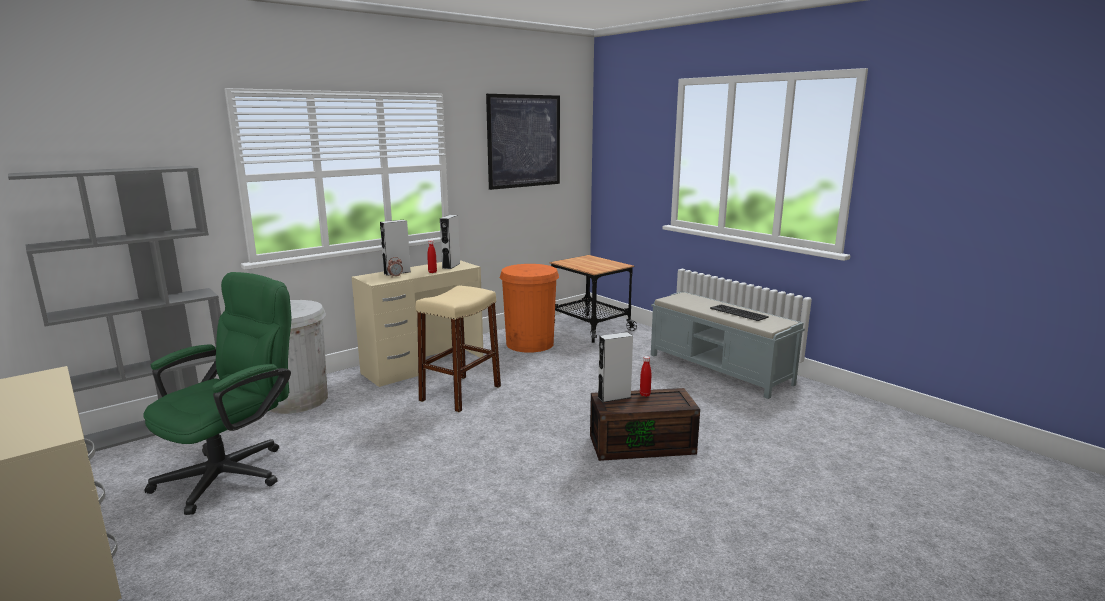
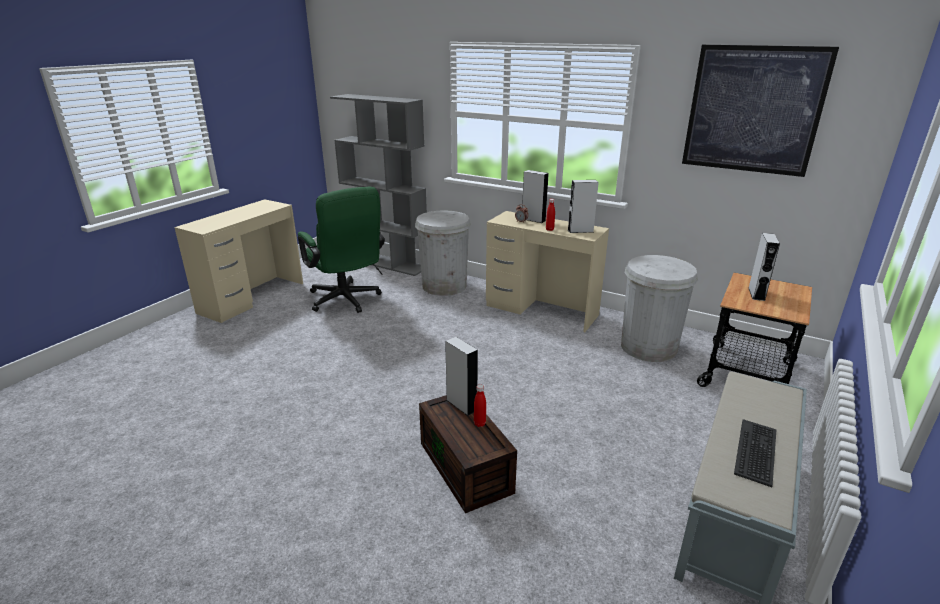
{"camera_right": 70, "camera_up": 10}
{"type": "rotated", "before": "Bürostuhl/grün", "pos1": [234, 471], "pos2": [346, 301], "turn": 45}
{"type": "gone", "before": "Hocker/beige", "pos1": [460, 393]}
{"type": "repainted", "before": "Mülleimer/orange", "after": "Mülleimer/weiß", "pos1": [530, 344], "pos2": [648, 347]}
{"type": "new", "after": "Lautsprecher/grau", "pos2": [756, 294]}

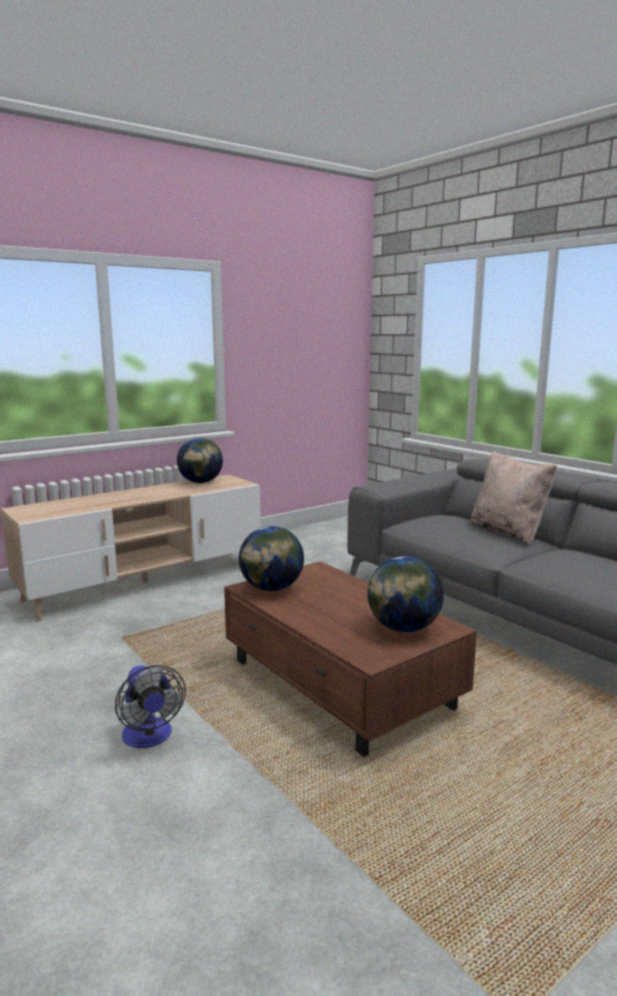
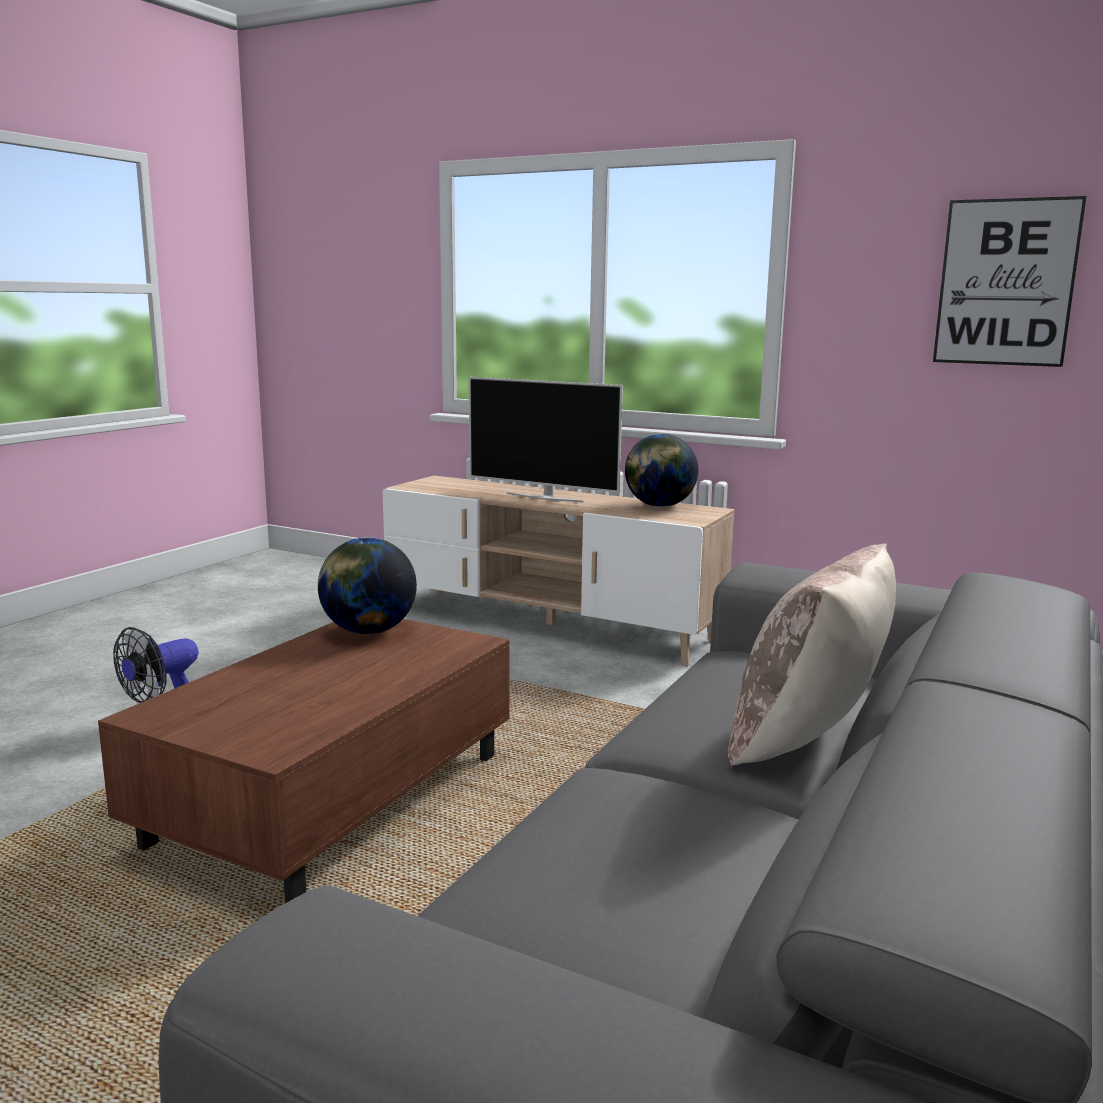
{"camera_right": 65, "camera_up": 0}
{"type": "gone", "before": "Globus", "pos1": [403, 628]}
{"type": "new", "after": "Fernseher", "pos2": [545, 497]}
{"type": "new", "after": "Bild", "pos2": [1006, 283]}

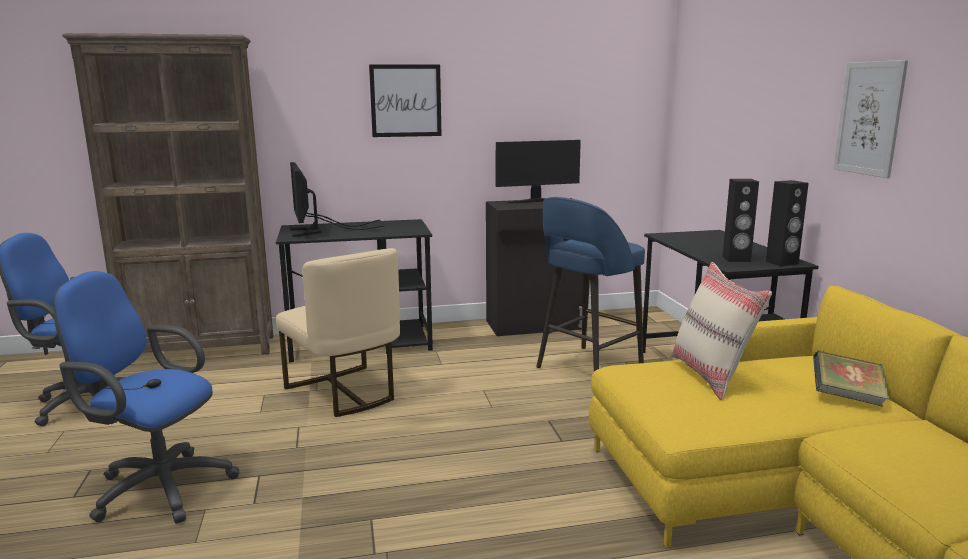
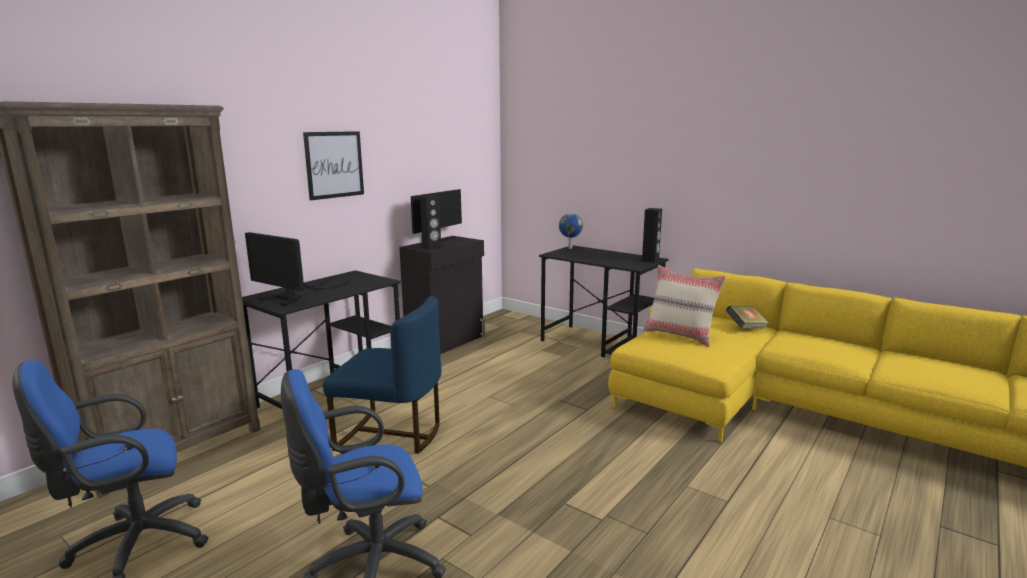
{"camera_right": -40, "camera_up": 0}
{"type": "repainted", "before": "Stuhl/beige", "after": "Stuhl/blau", "pos1": [344, 392], "pos2": [391, 434]}
{"type": "gone", "before": "Hocker/blau", "pos1": [587, 368]}
{"type": "shifted", "before": "Lautsprecher/schwarz", "pos1": [736, 259], "pos2": [431, 247]}
{"type": "gone", "before": "Bild", "pos1": [869, 118]}
{"type": "new", "after": "Globus", "pos2": [569, 248]}

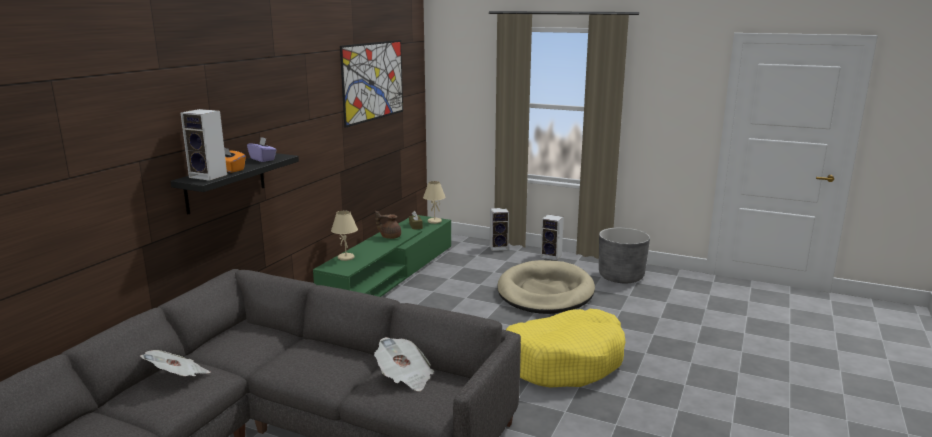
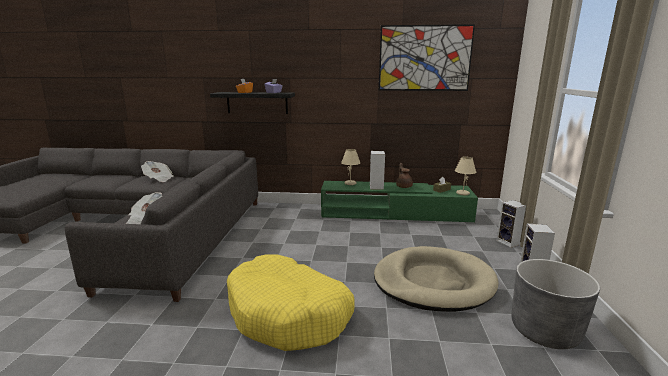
{"camera_right": 70, "camera_up": 0}
{"type": "shifted", "before": "Lautsprecher", "pos1": [209, 176], "pos2": [377, 187]}

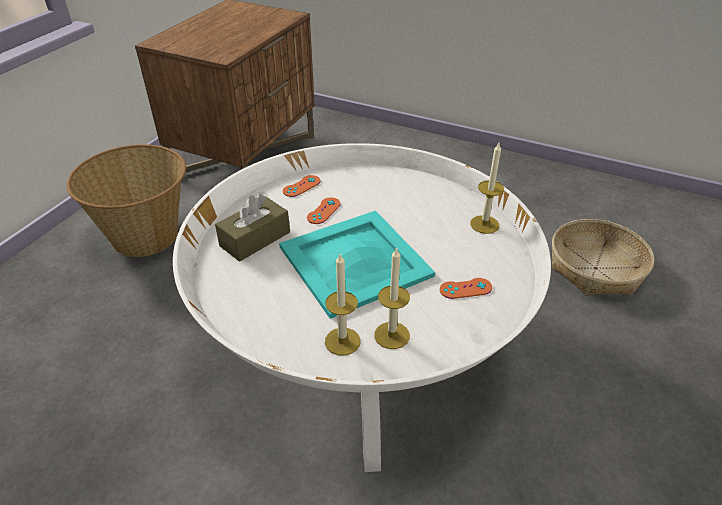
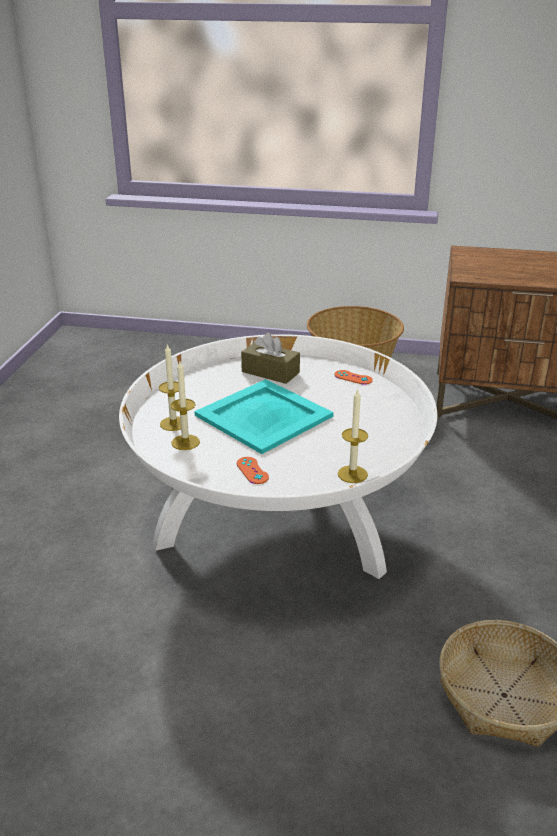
{"camera_right": 75, "camera_up": -10}
{"type": "gone", "before": "Gamepad/orange", "pos1": [323, 211]}

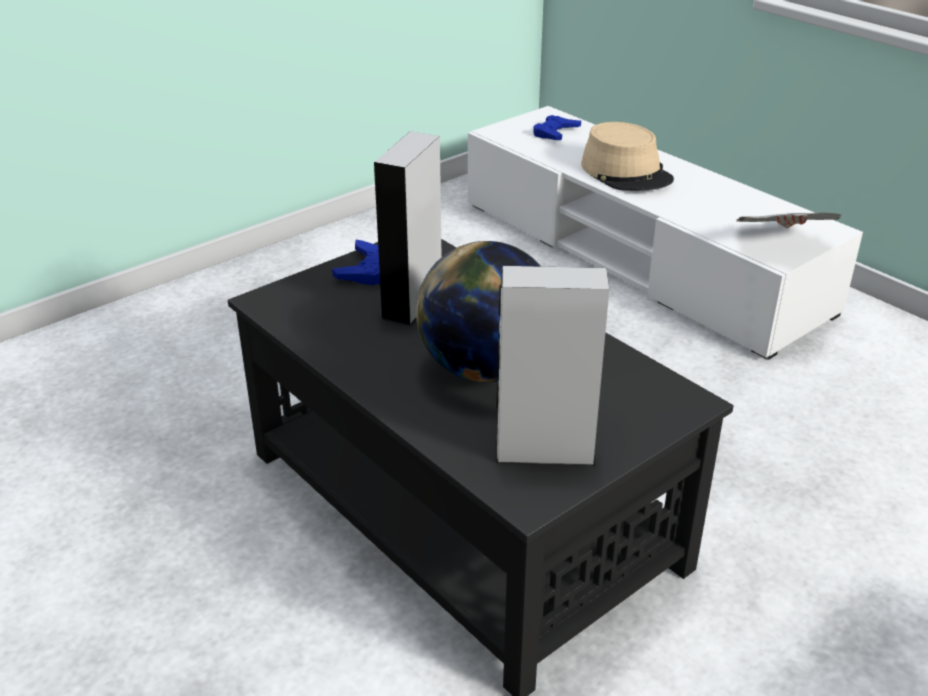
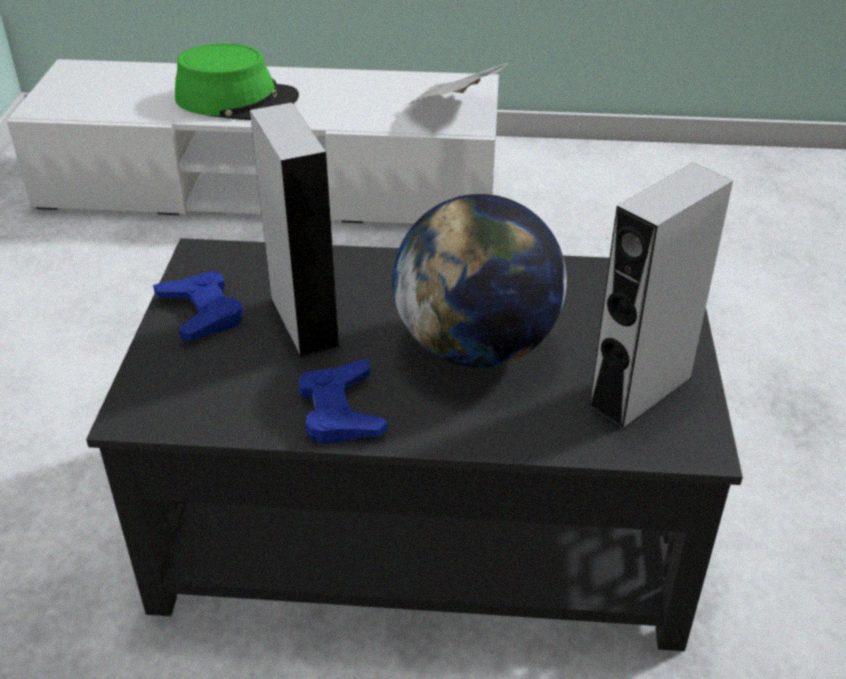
{"camera_right": -45, "camera_up": 5}
{"type": "shifted", "before": "Gamepad/blau", "pos1": [555, 133], "pos2": [341, 410]}
{"type": "repainted", "before": "Hut/beige", "after": "Hut/grün", "pos1": [626, 172], "pos2": [237, 99]}

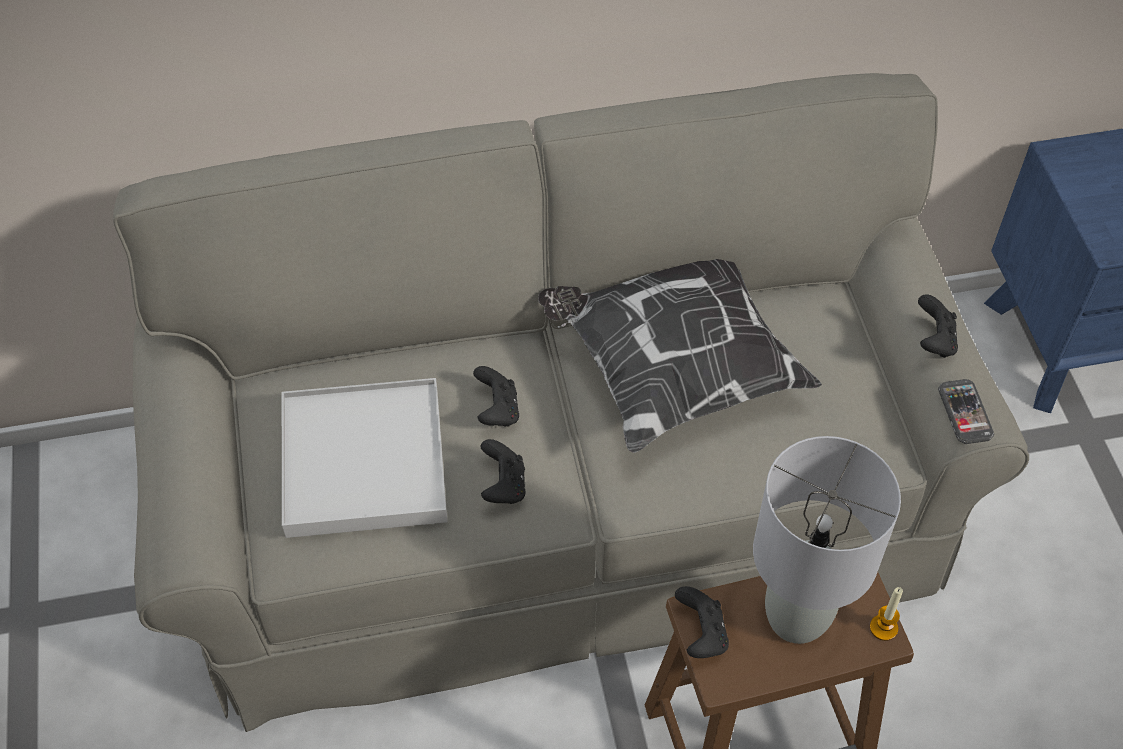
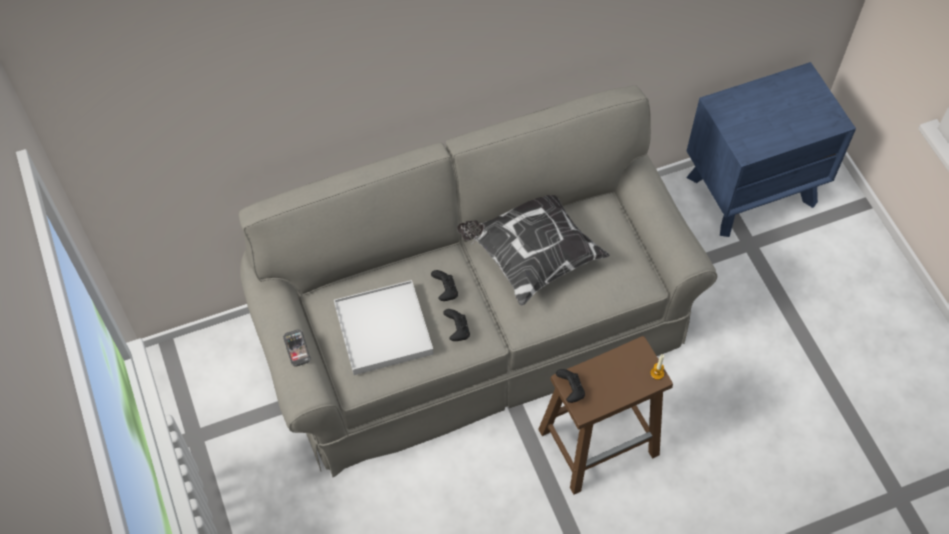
{"camera_right": -10, "camera_up": 5}
{"type": "gone", "before": "Tischlampe/grau", "pos1": [798, 617]}
{"type": "gone", "before": "Gamepad/schwarz", "pos1": [934, 341]}
{"type": "shifted", "before": "Handy", "pos1": [965, 413], "pos2": [297, 348]}

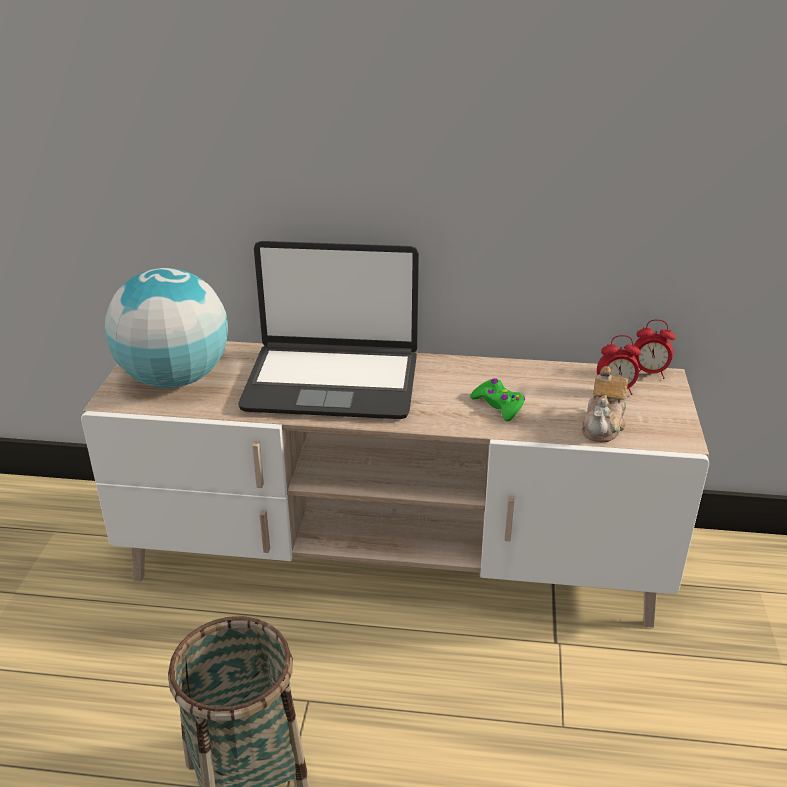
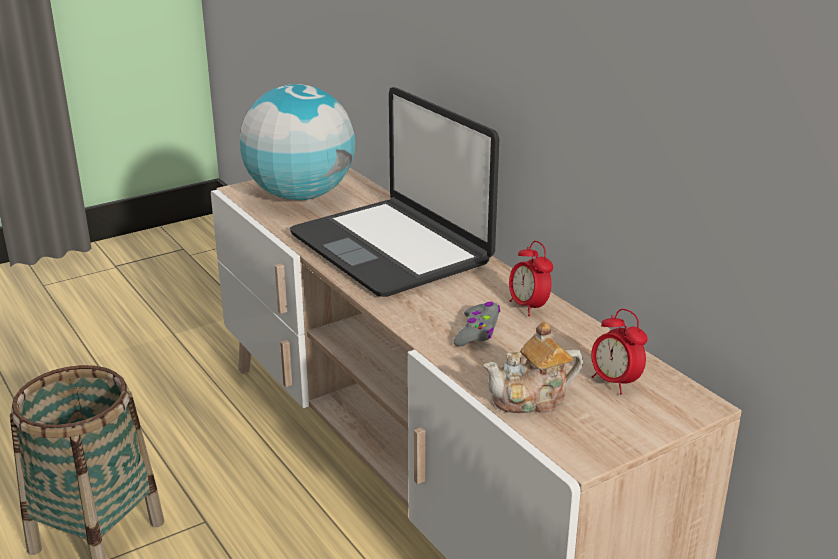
{"camera_right": 50, "camera_up": -5}
{"type": "repainted", "before": "Gamepad/grün", "after": "Gamepad/grau", "pos1": [498, 405], "pos2": [477, 332]}
{"type": "shifted", "before": "Wecker", "pos1": [649, 373], "pos2": [528, 307]}

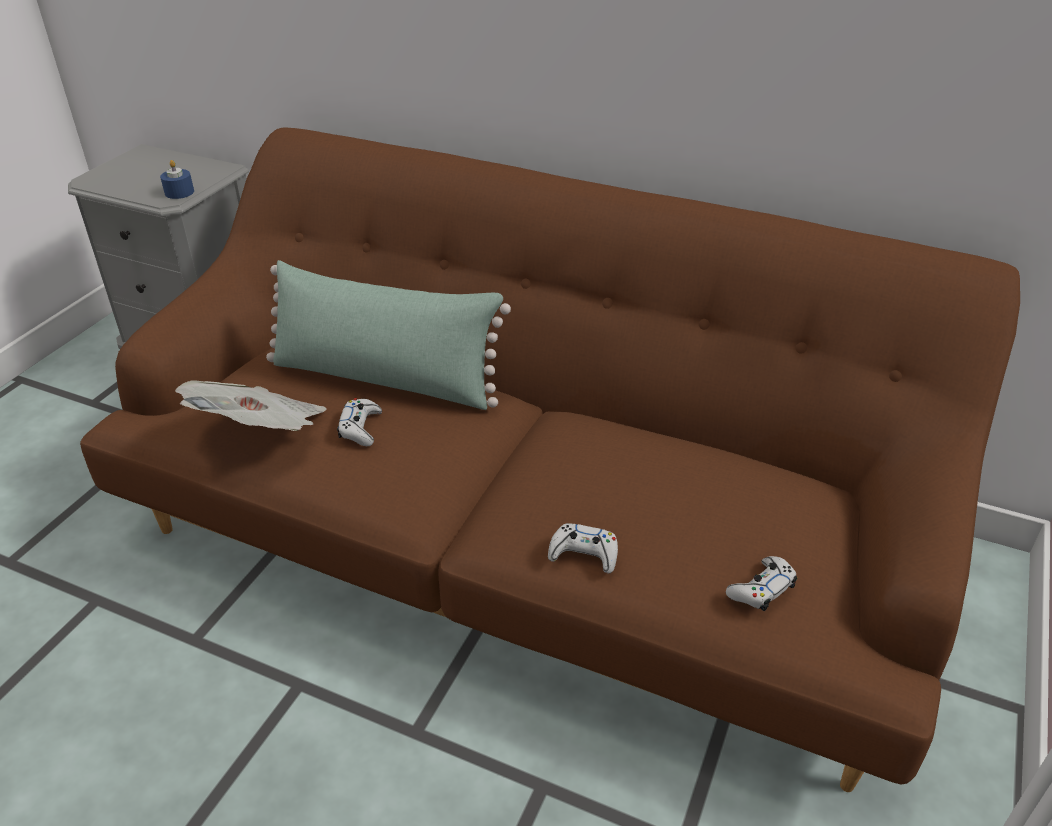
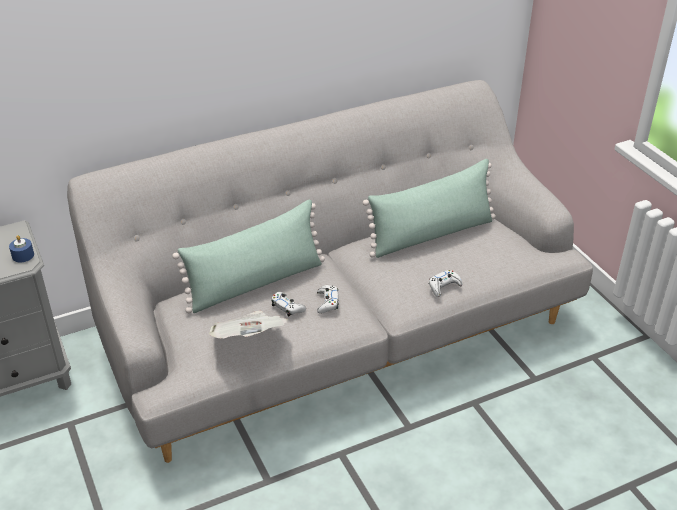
{"camera_right": -50, "camera_up": 0}
{"type": "repainted", "before": "Sofa/braun", "after": "Sofa/grau", "pos1": [526, 541], "pos2": [338, 331]}
{"type": "shifted", "before": "Gamepad/weiß", "pos1": [761, 589], "pos2": [327, 302]}
{"type": "new", "after": "Kissen/grün", "pos2": [431, 234]}

